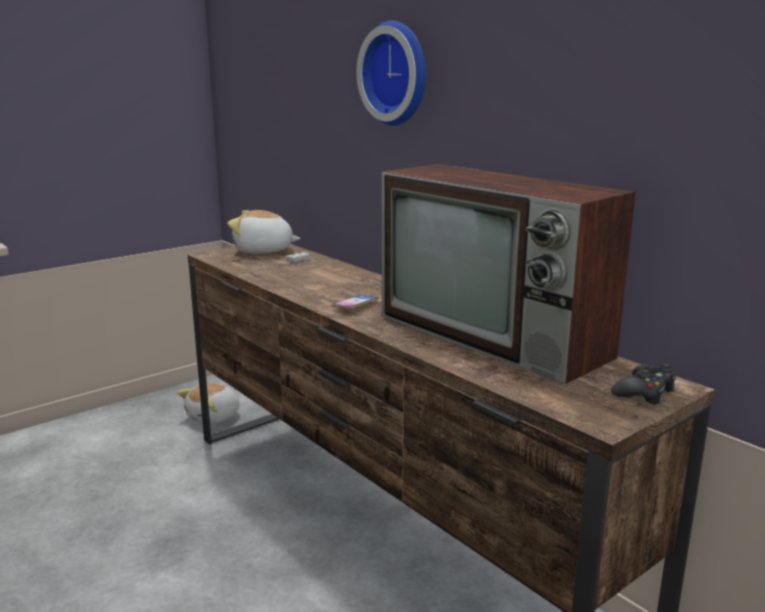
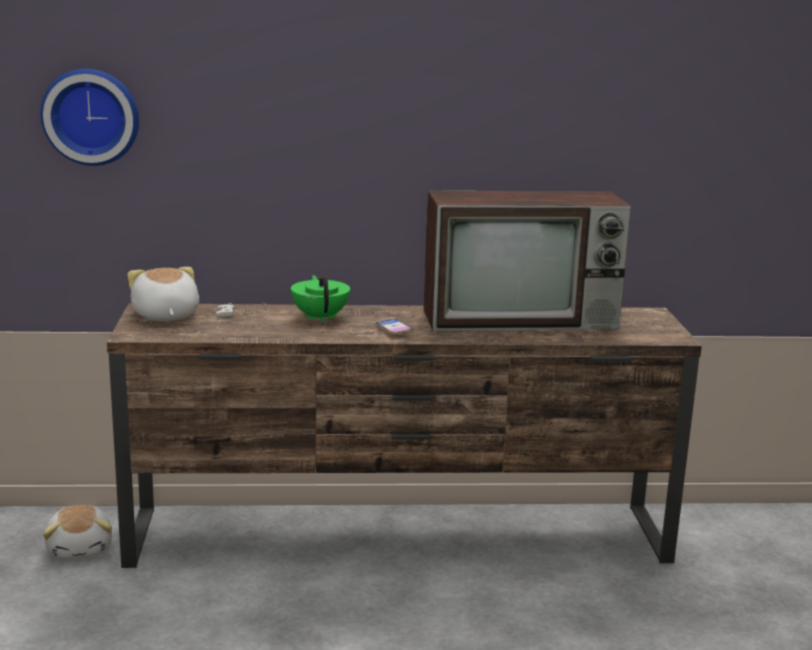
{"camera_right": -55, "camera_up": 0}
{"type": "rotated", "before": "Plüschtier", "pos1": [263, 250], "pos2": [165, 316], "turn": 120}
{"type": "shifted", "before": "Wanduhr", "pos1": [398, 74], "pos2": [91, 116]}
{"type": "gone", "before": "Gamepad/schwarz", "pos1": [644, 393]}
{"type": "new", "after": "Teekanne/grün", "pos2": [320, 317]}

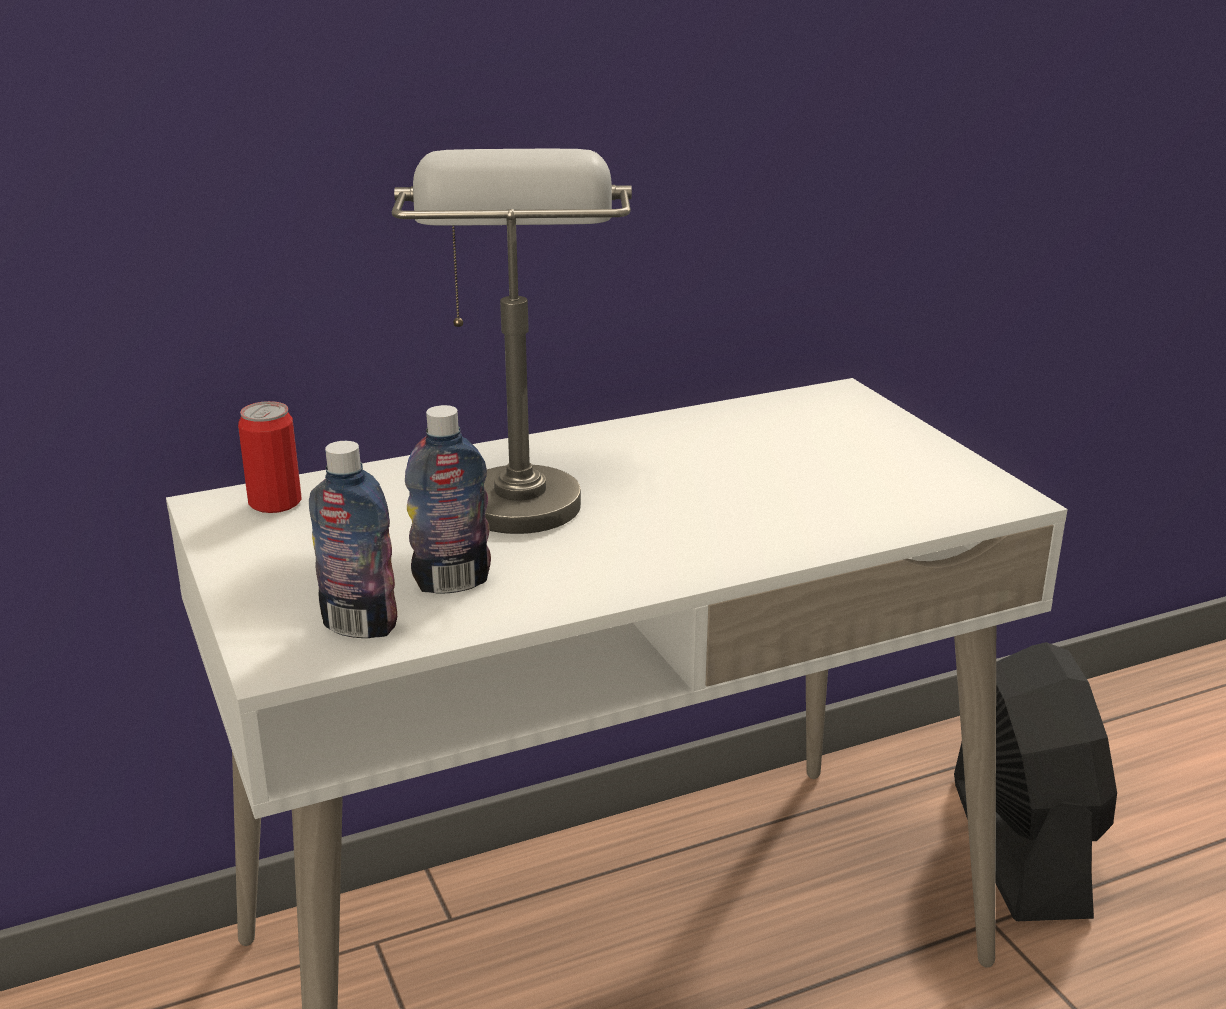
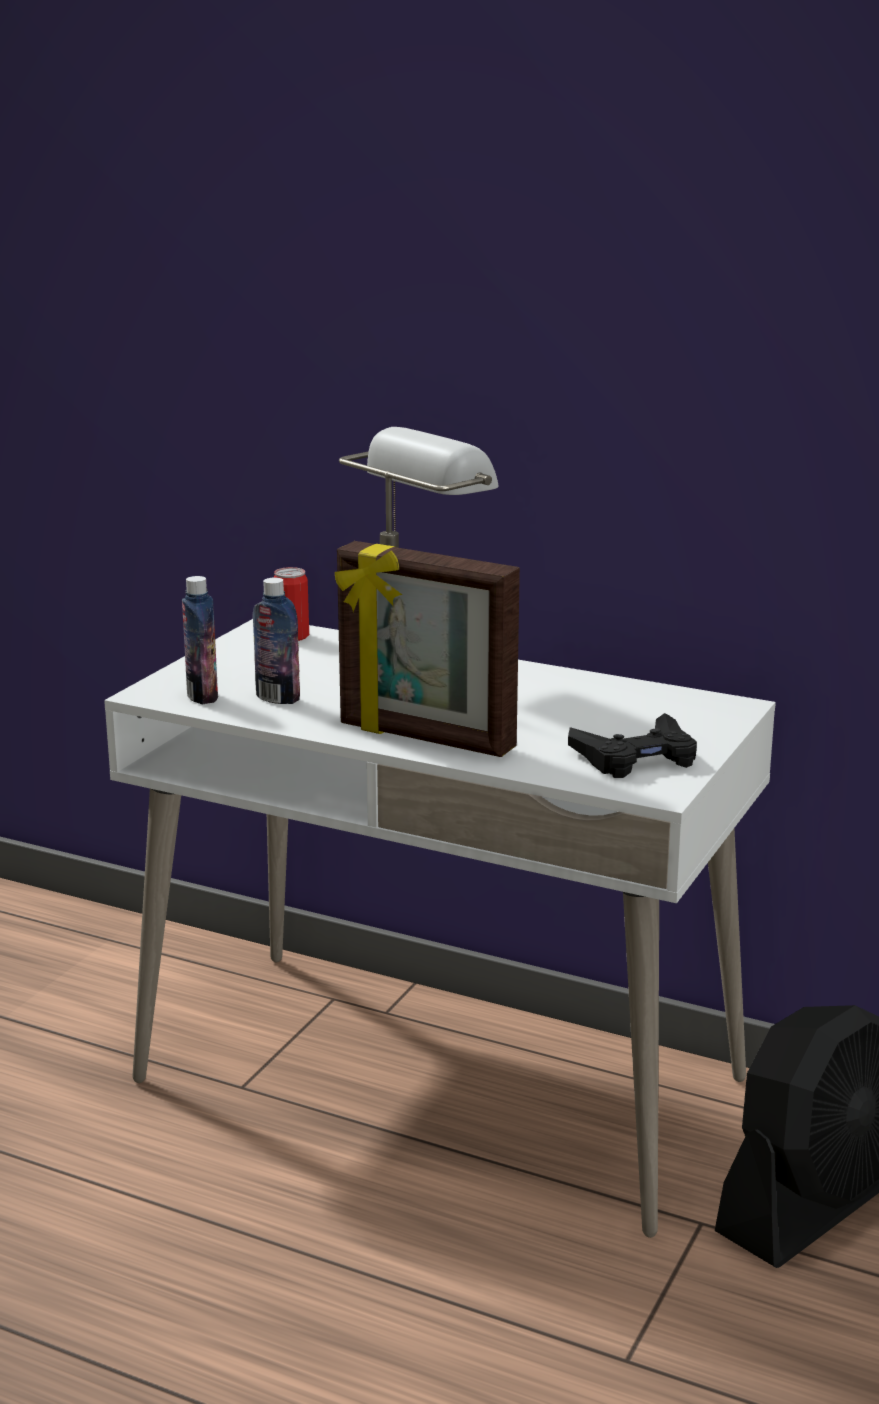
{"camera_right": 50, "camera_up": -5}
{"type": "new", "after": "Bilderrahmen", "pos2": [425, 738]}
{"type": "new", "after": "Gamepad/schwarz", "pos2": [636, 757]}

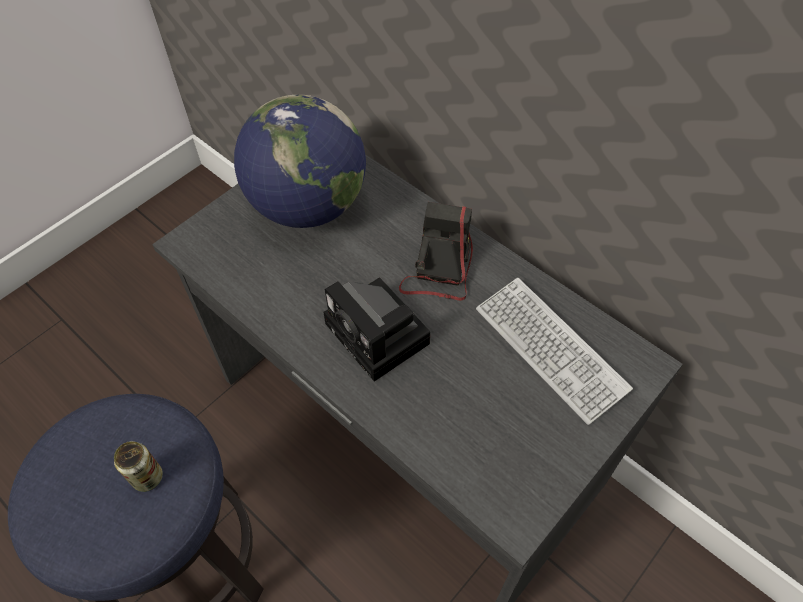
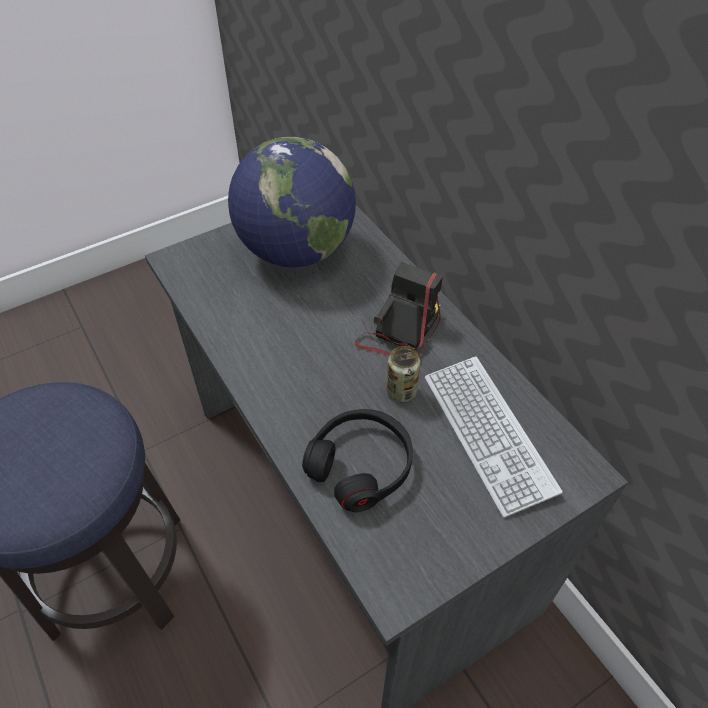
{"camera_right": 15, "camera_up": -5}
{"type": "shifted", "before": "Dose", "pos1": [147, 477], "pos2": [401, 392]}
{"type": "gone", "before": "Kamera", "pos1": [380, 336]}
{"type": "new", "after": "Kopfhörer/schwarz", "pos2": [361, 465]}

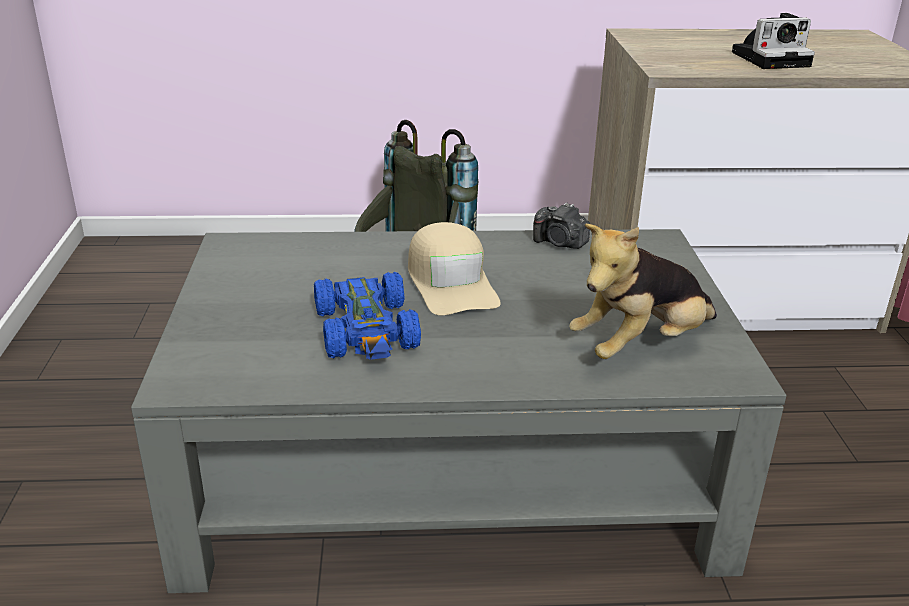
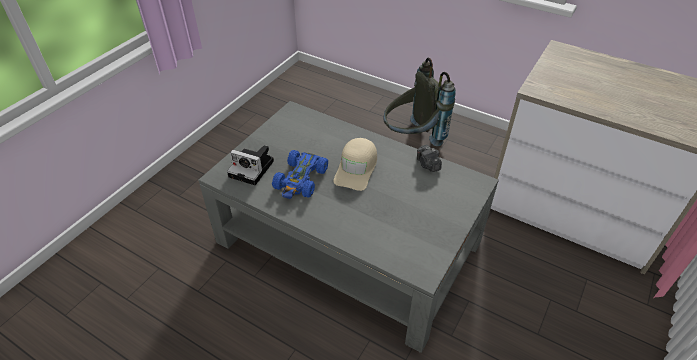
{"camera_right": 35, "camera_up": 15}
{"type": "gone", "before": "Plüschtier", "pos1": [641, 346]}
{"type": "shifted", "before": "Kamera", "pos1": [772, 59], "pos2": [253, 169]}

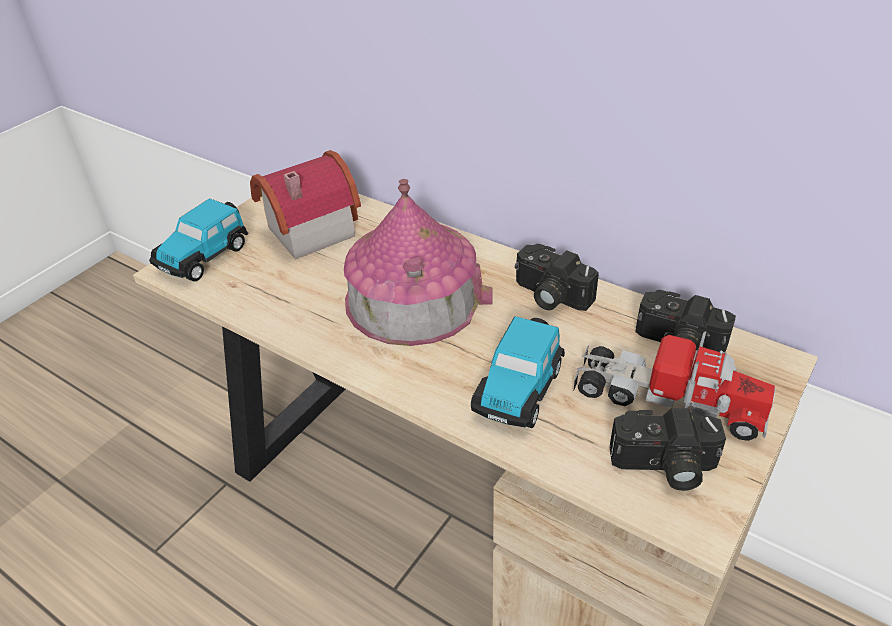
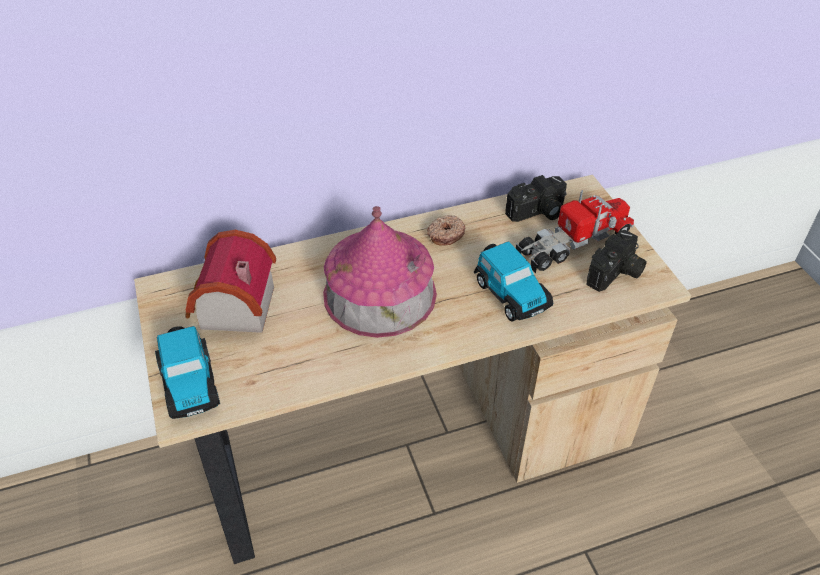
{"camera_right": -55, "camera_up": 5}
{"type": "swapped", "before": "Kamera", "after": "Donut", "pos1": [549, 296], "pos2": [445, 234]}

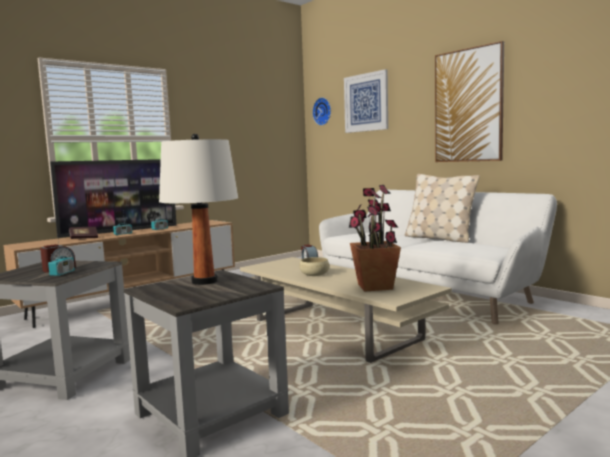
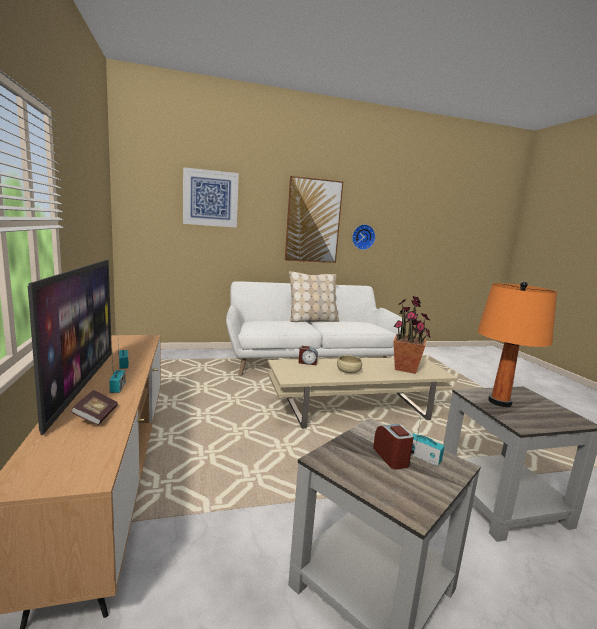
{"camera_right": -65, "camera_up": 5}
{"type": "repainted", "before": "Tischlampe/weiß", "after": "Tischlampe/orange", "pos1": [205, 281], "pos2": [499, 402]}
{"type": "shifted", "before": "Wanduhr", "pos1": [323, 111], "pos2": [362, 237]}

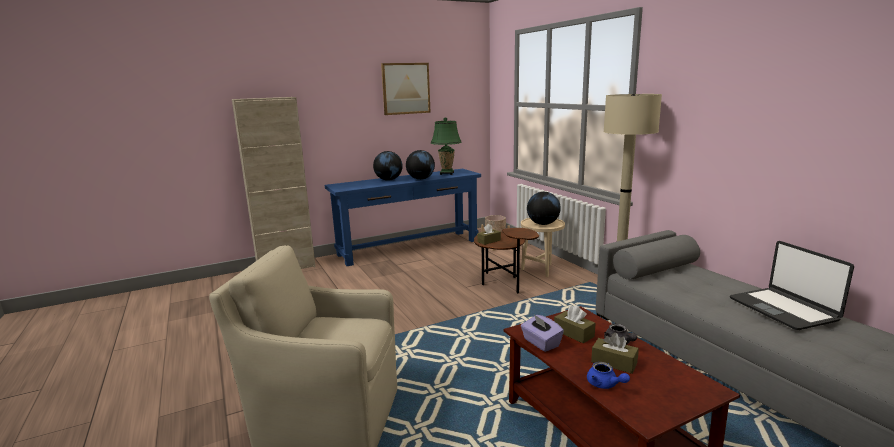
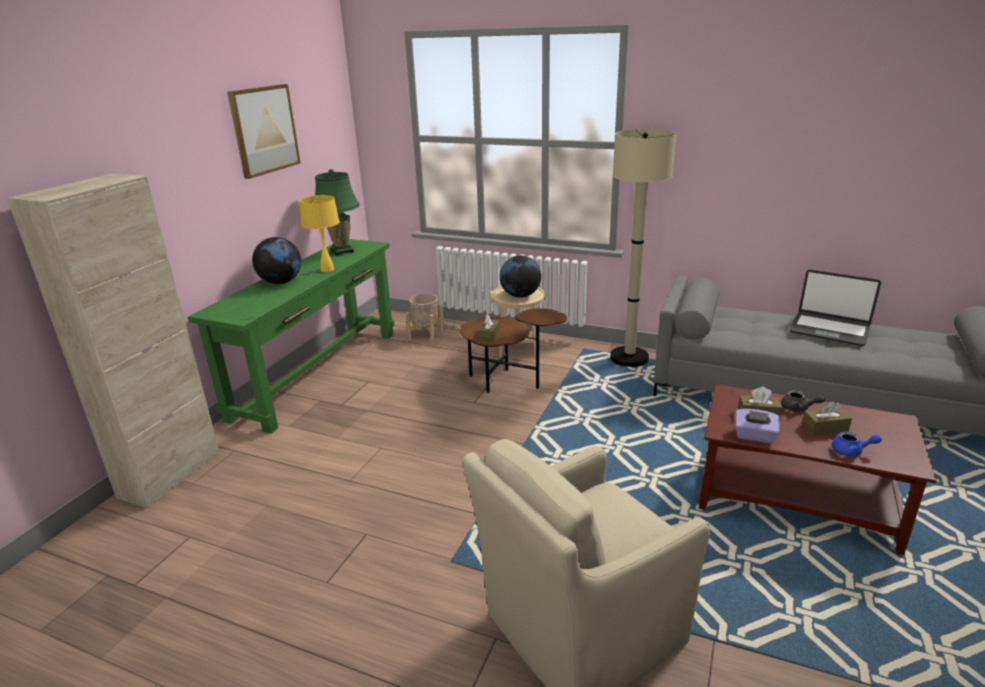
{"camera_right": -40, "camera_up": 10}
{"type": "repainted", "before": "Konsolentisch/blau", "after": "Konsolentisch/grün", "pos1": [409, 247], "pos2": [318, 373]}
{"type": "swapped", "before": "Globus", "after": "Tischlampe/gelb", "pos1": [421, 179], "pos2": [327, 270]}

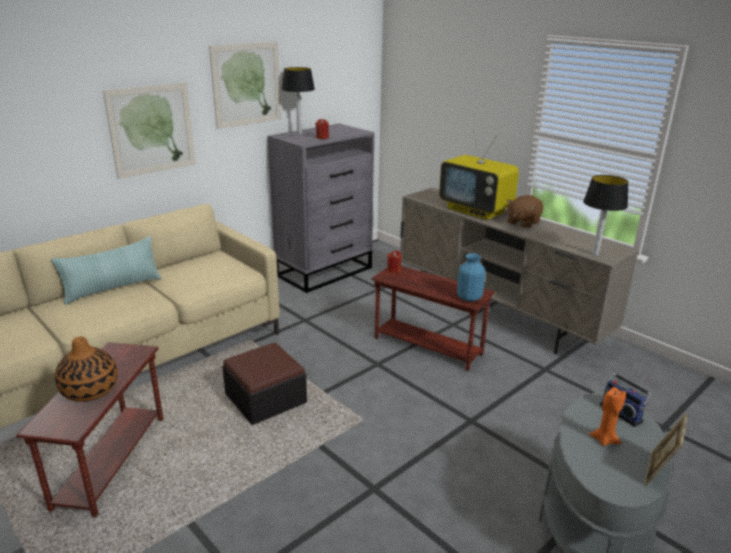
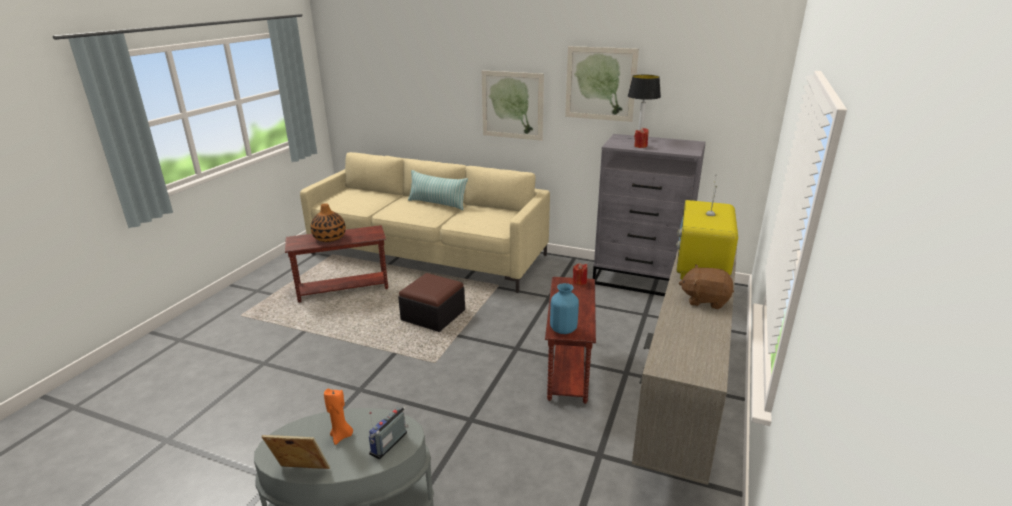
{"camera_right": 65, "camera_up": 0}
{"type": "gone", "before": "Tischlampe", "pos1": [595, 254]}

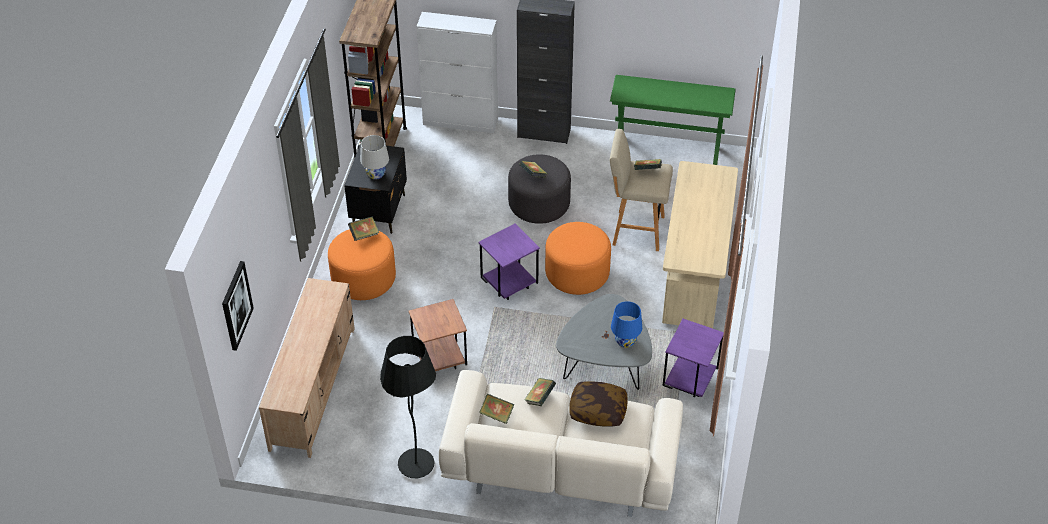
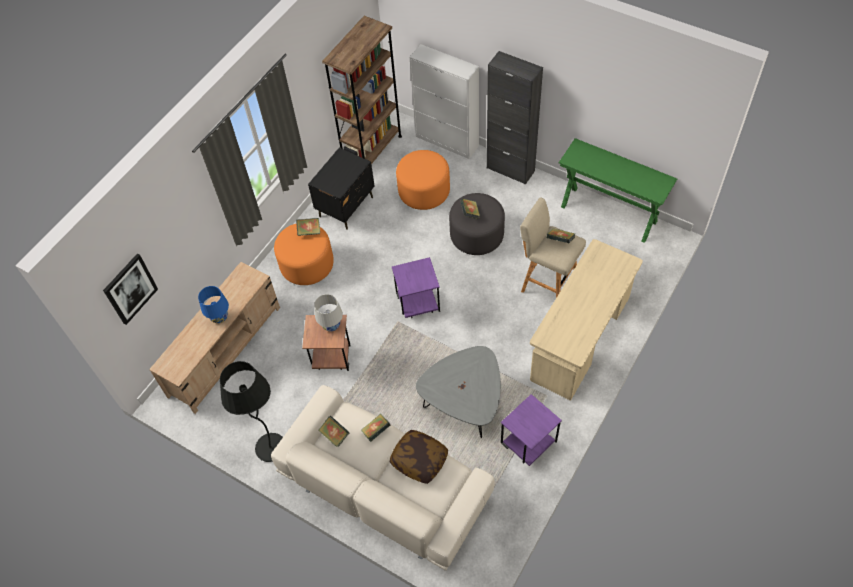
{"camera_right": 25, "camera_up": 10}
{"type": "shifted", "before": "Tischlampe/weiß", "pos1": [375, 174], "pos2": [331, 325]}
{"type": "shifted", "before": "Polsterhocker/orange", "pos1": [577, 273], "pos2": [424, 191]}
{"type": "shifted", "before": "Tischlampe/blau", "pos1": [625, 341], "pos2": [219, 317]}

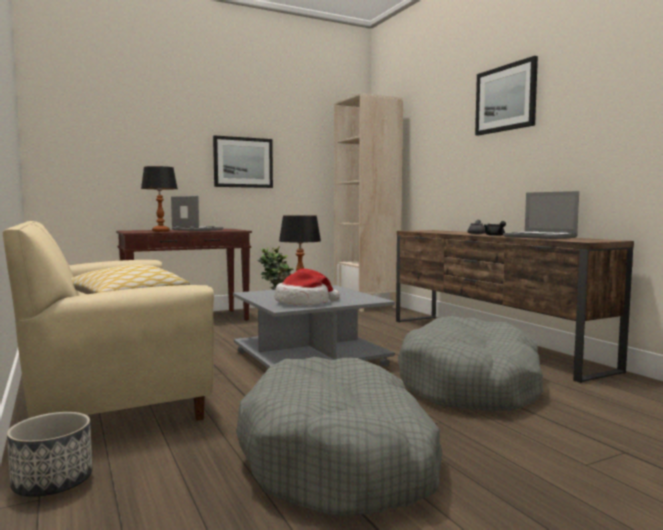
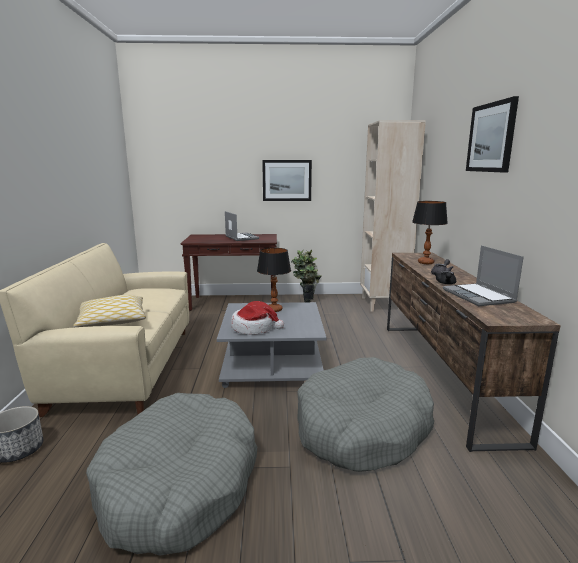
{"camera_right": 25, "camera_up": 10}
{"type": "shifted", "before": "Tischlampe", "pos1": [161, 231], "pos2": [425, 262]}

